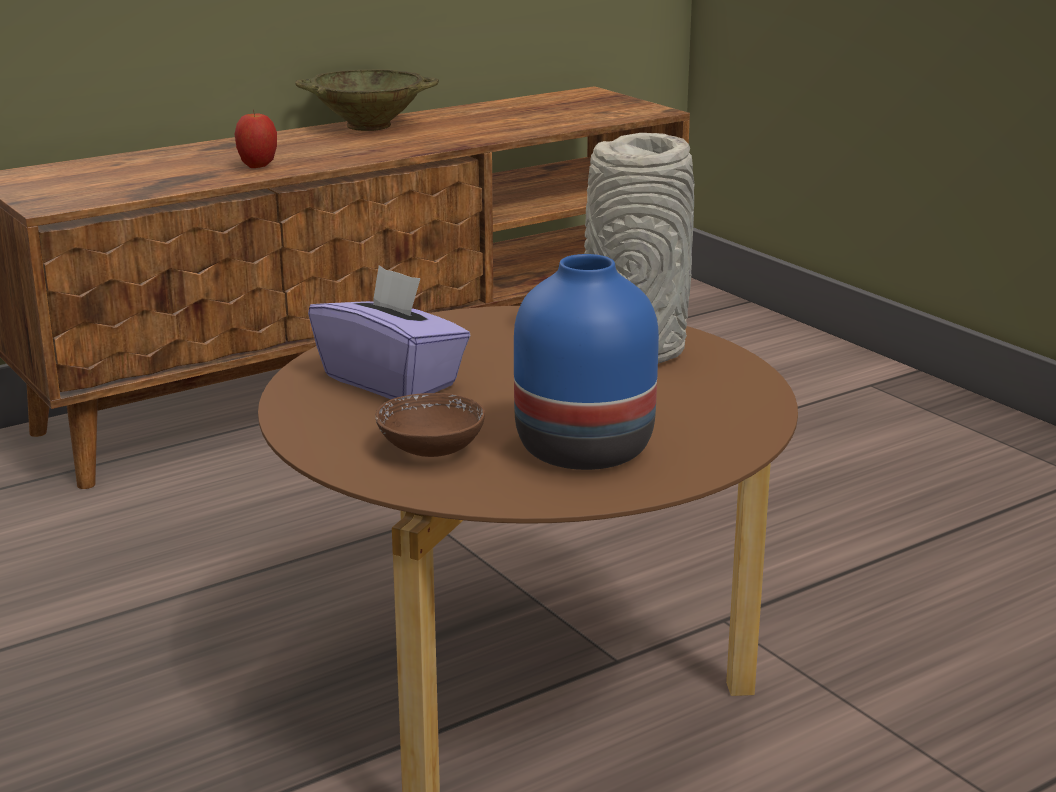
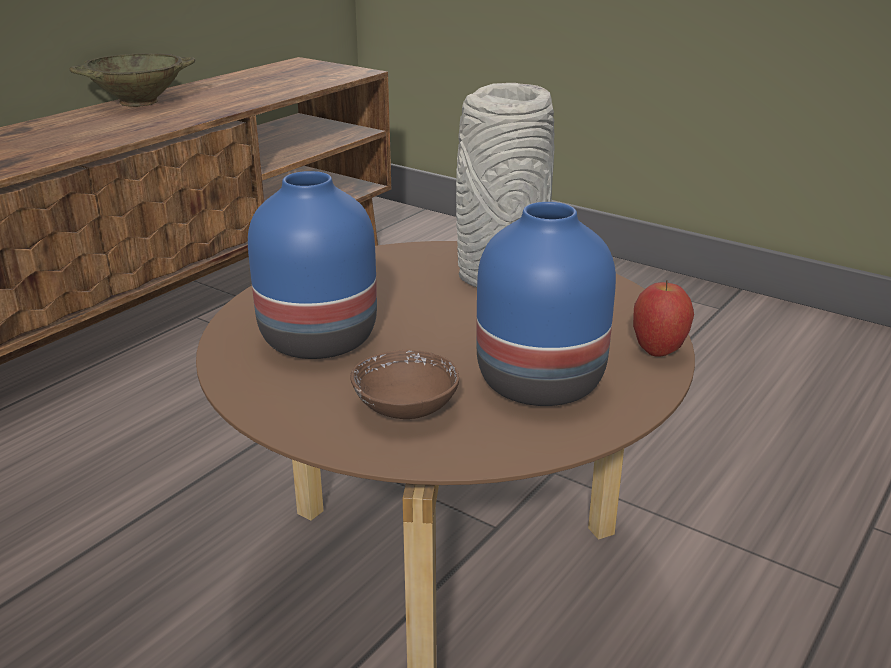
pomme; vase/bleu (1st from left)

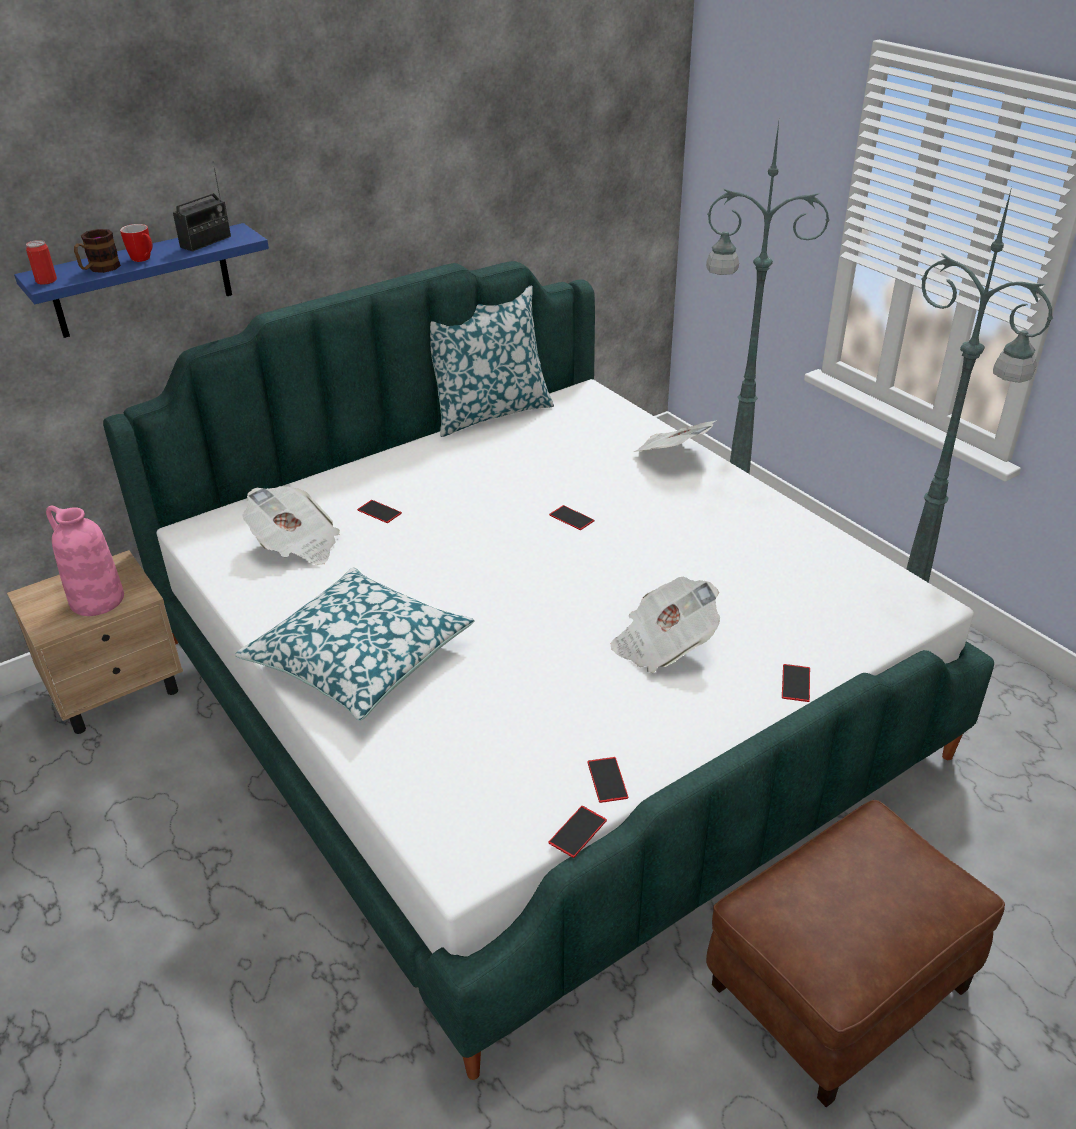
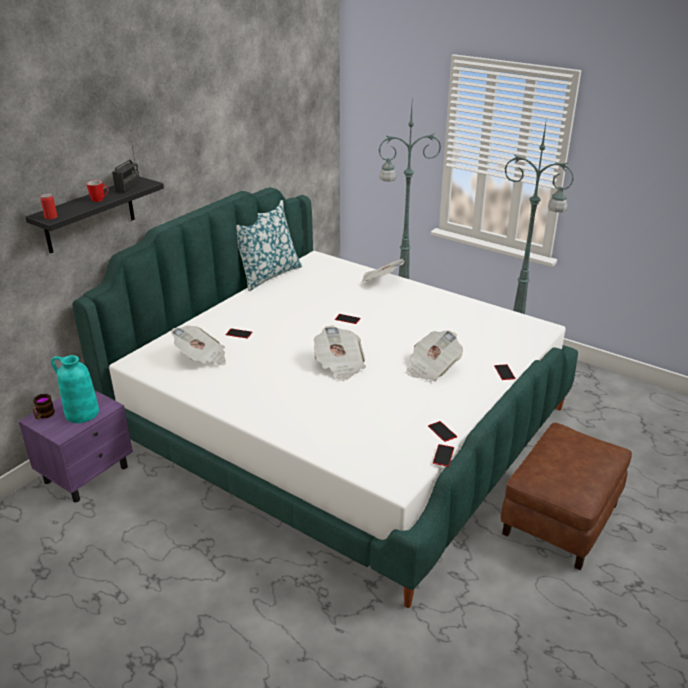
étagère/noir; mug (1st from left); vase/turquoise; table de chevet/violet; coussin (1st from left in the first image); journal (2nd from left)

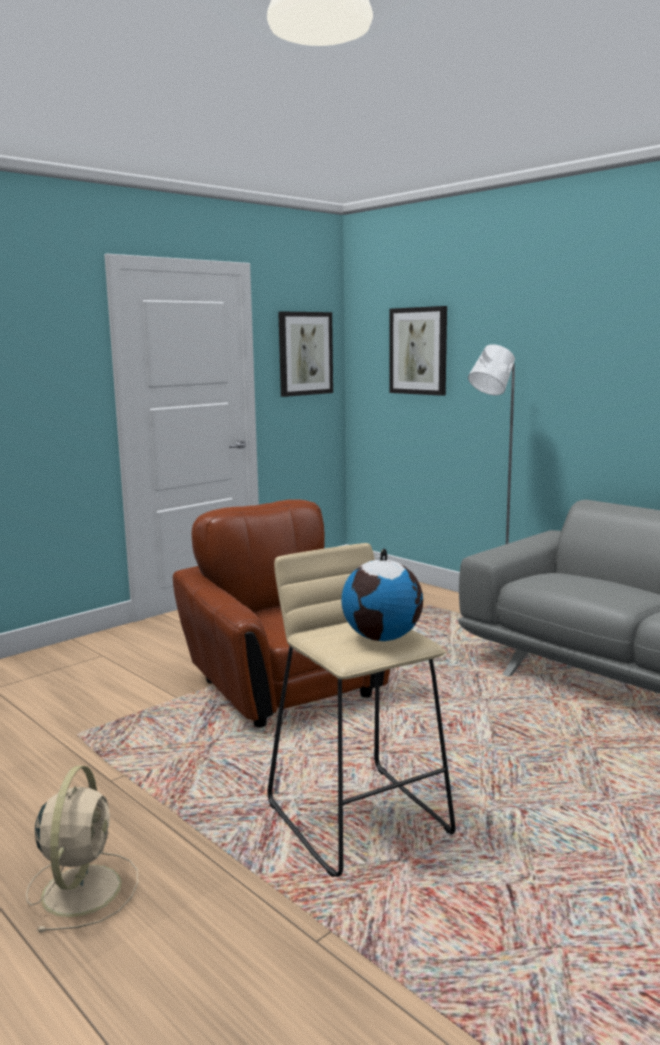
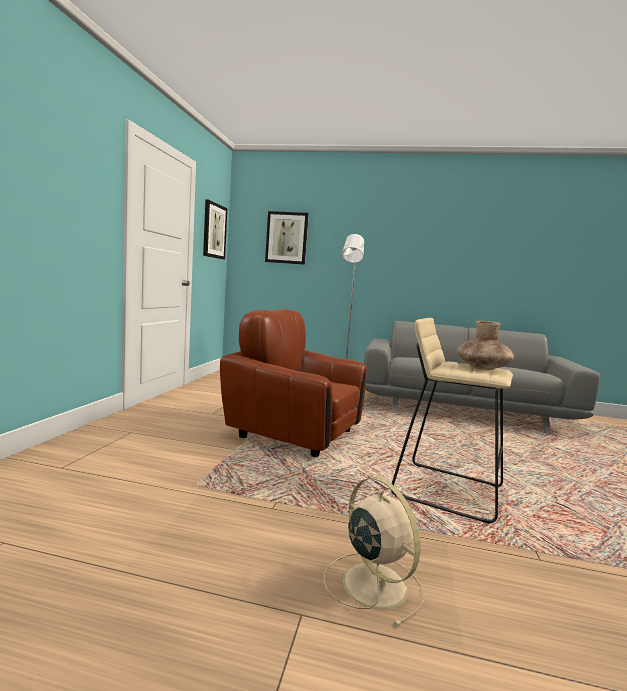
vase/marron

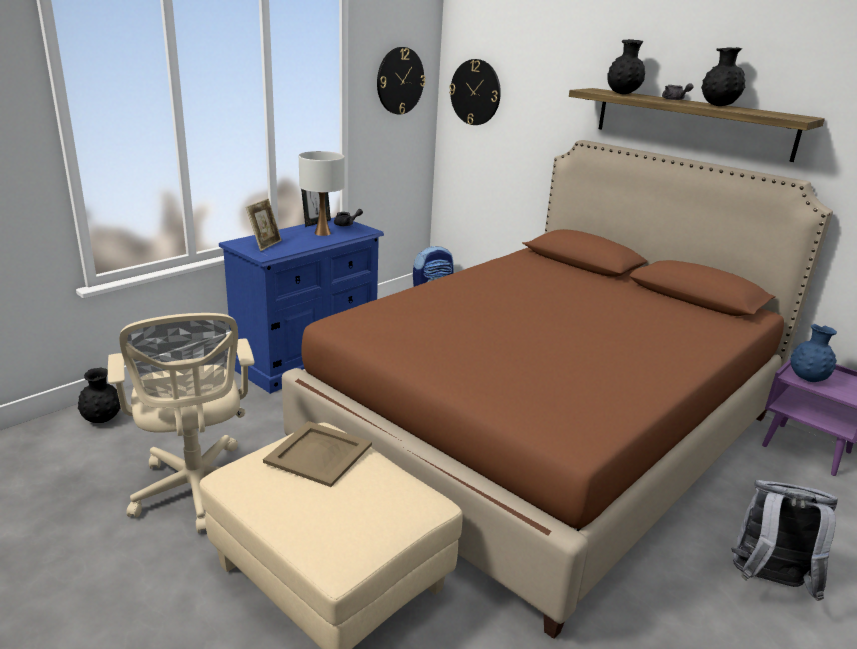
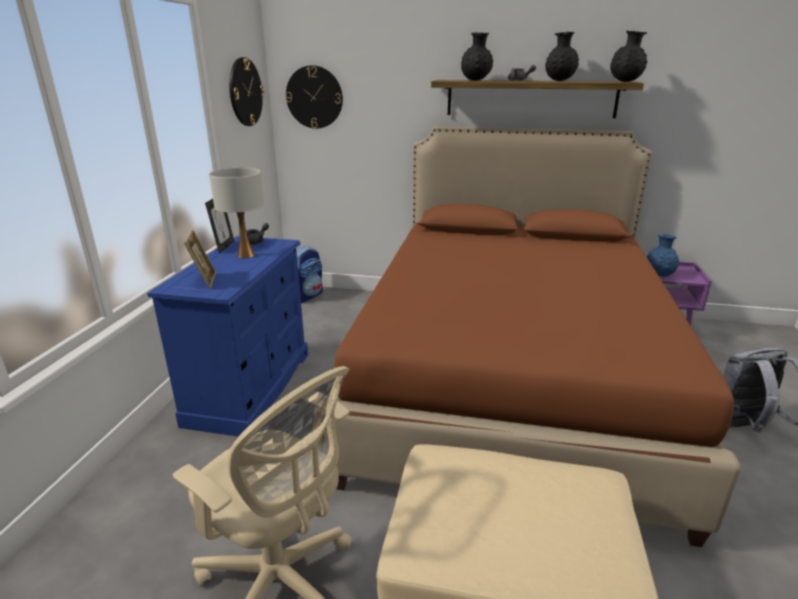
vase/noir (3rd from left); plateau/beige

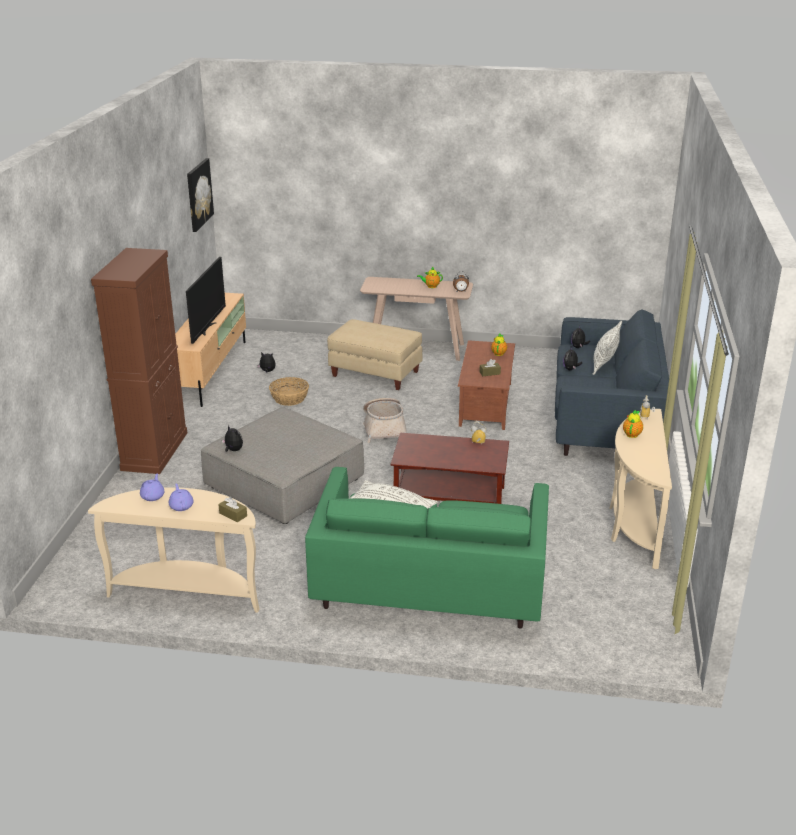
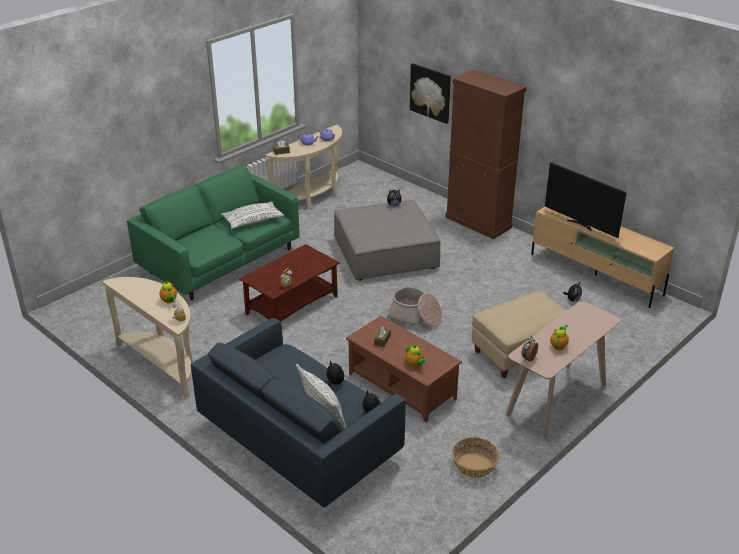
tableau; panier (2nd from left)

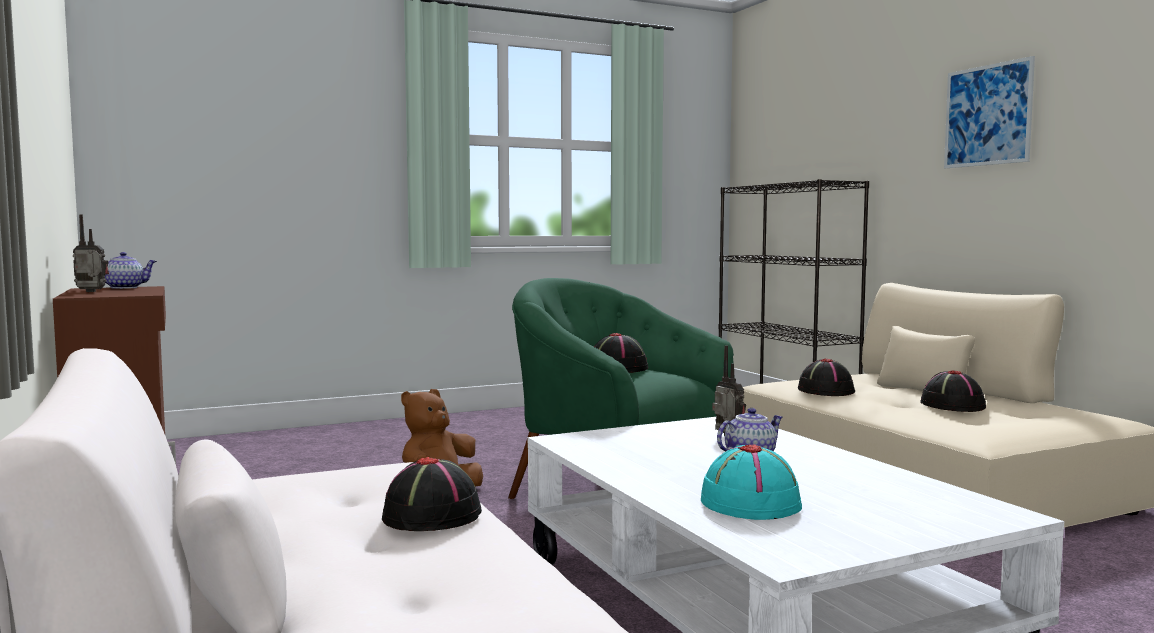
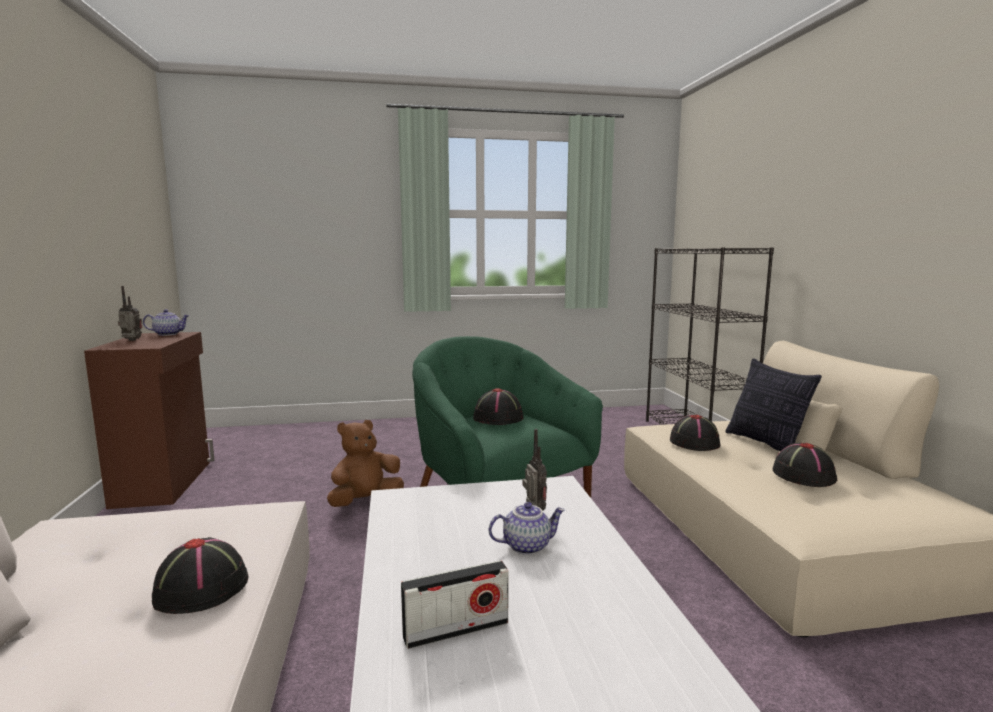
tableau; radio (2nd from left); coussin

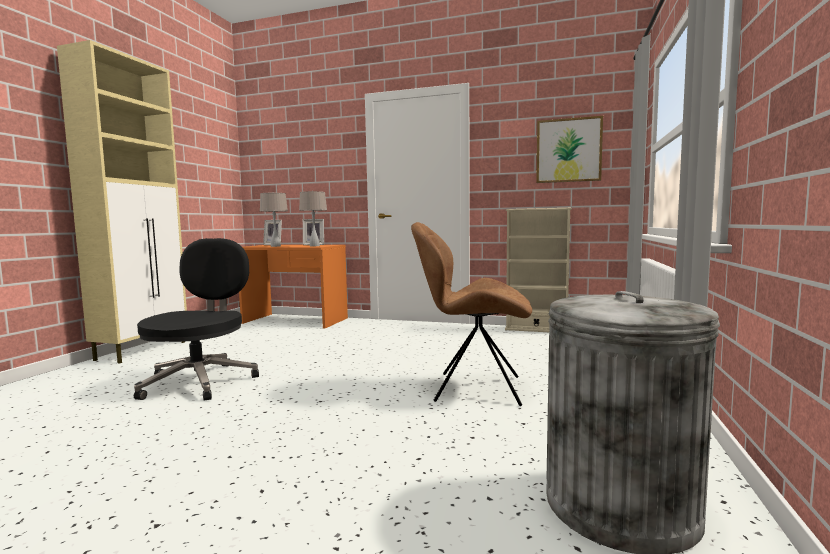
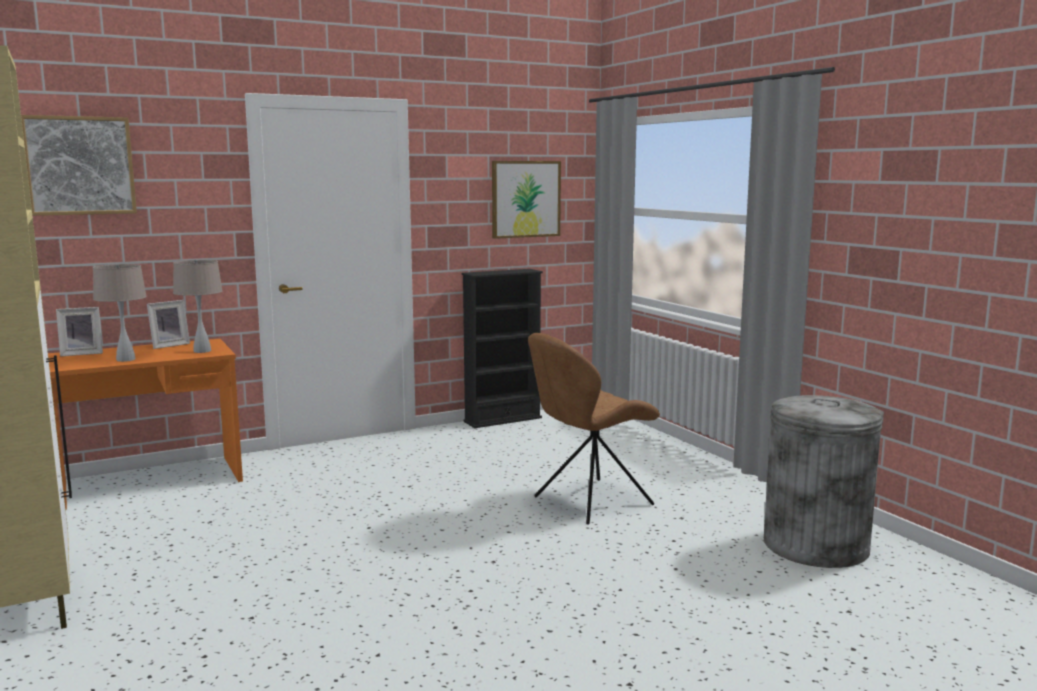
bibliothèque/noir; chaise de bureau/noir; tableau (1st from left)

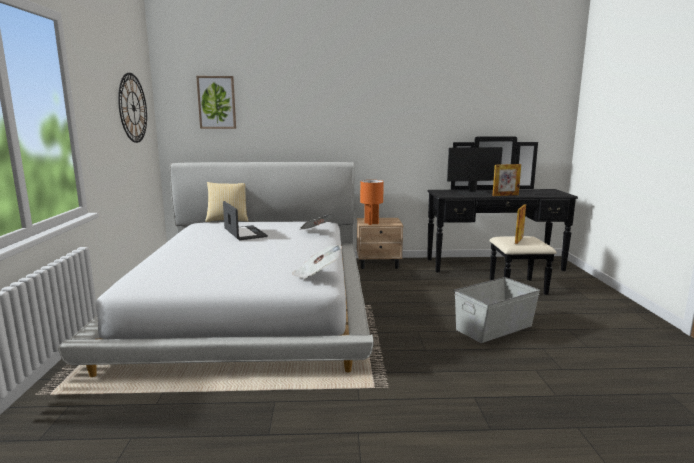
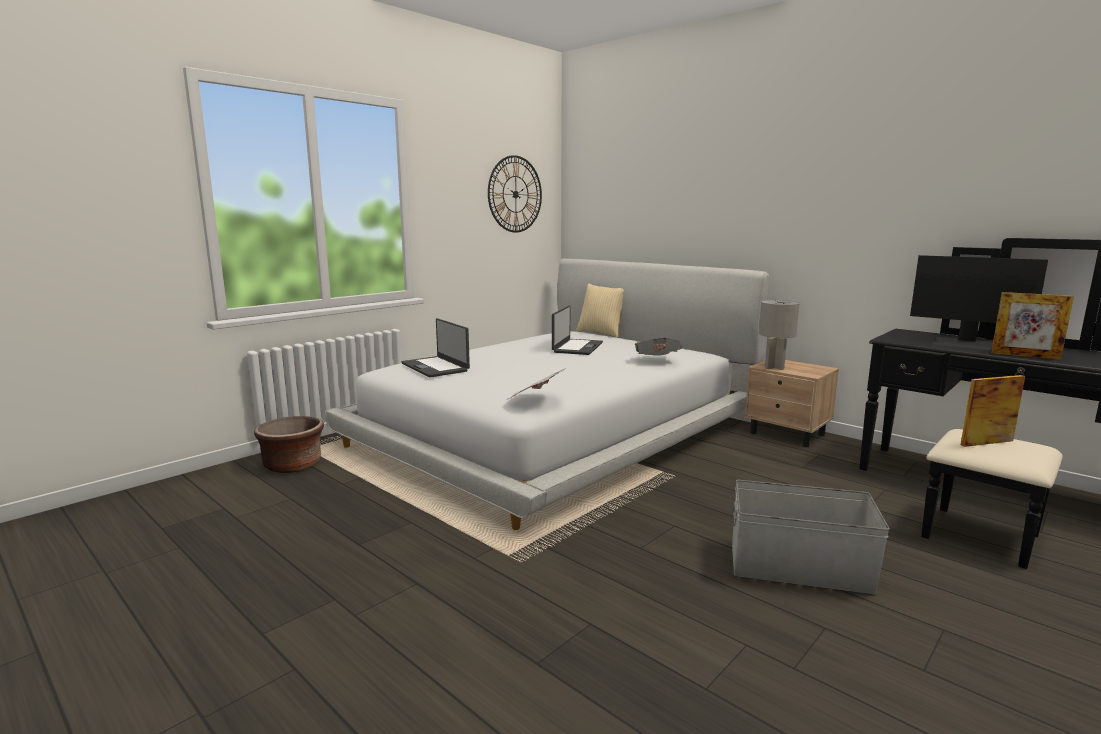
tableau; lampe de table/gris; ordinateur portable (1st from left); cache-pot/marron

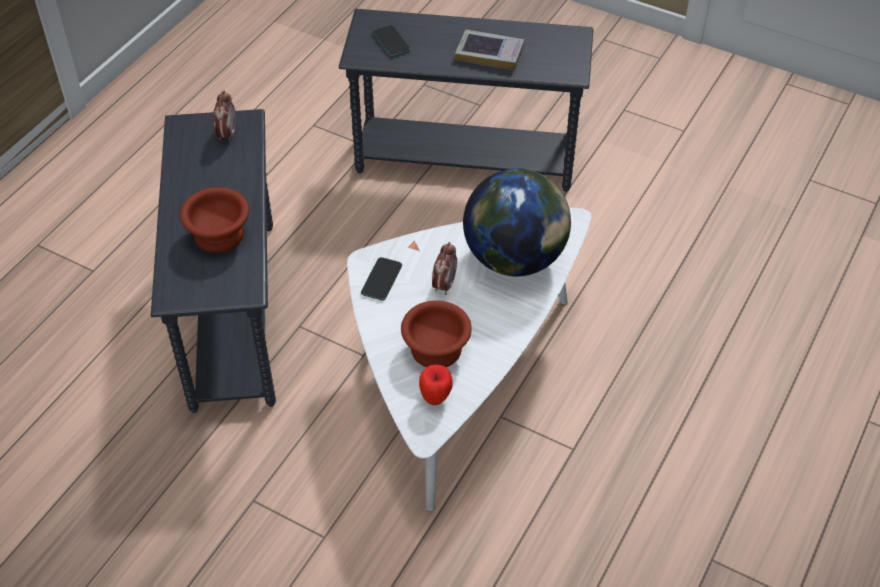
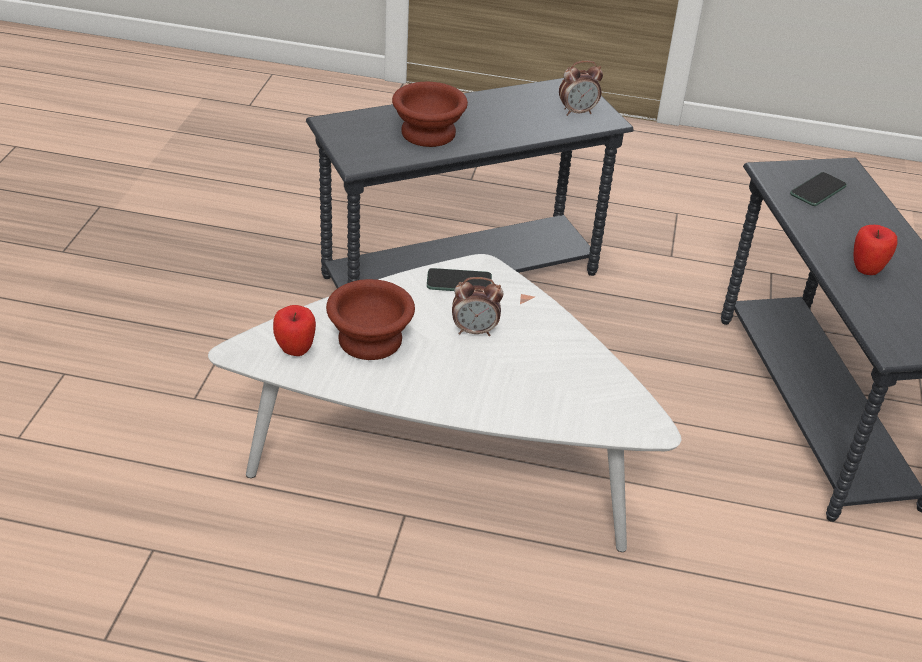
pomme (2nd from left); globe

